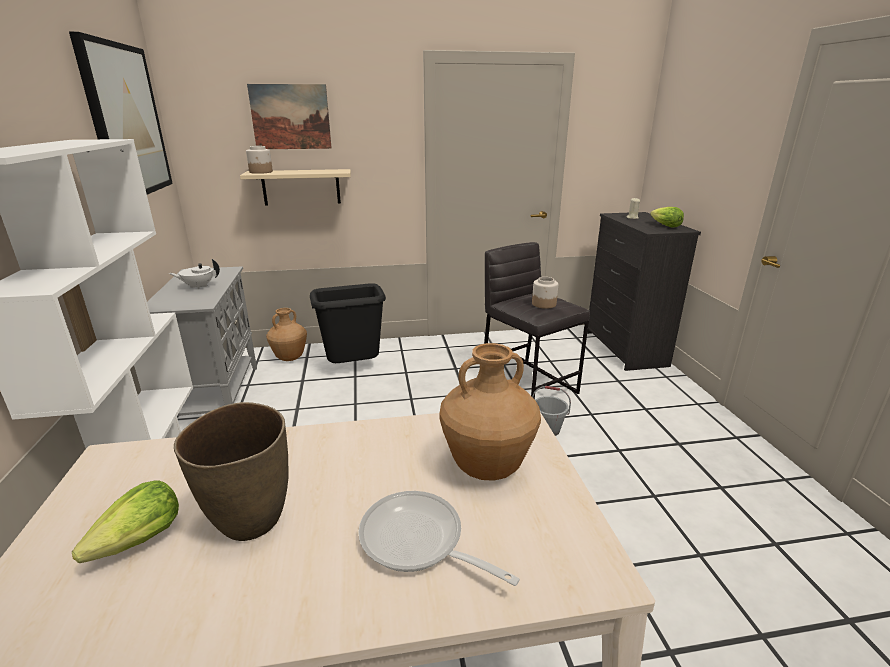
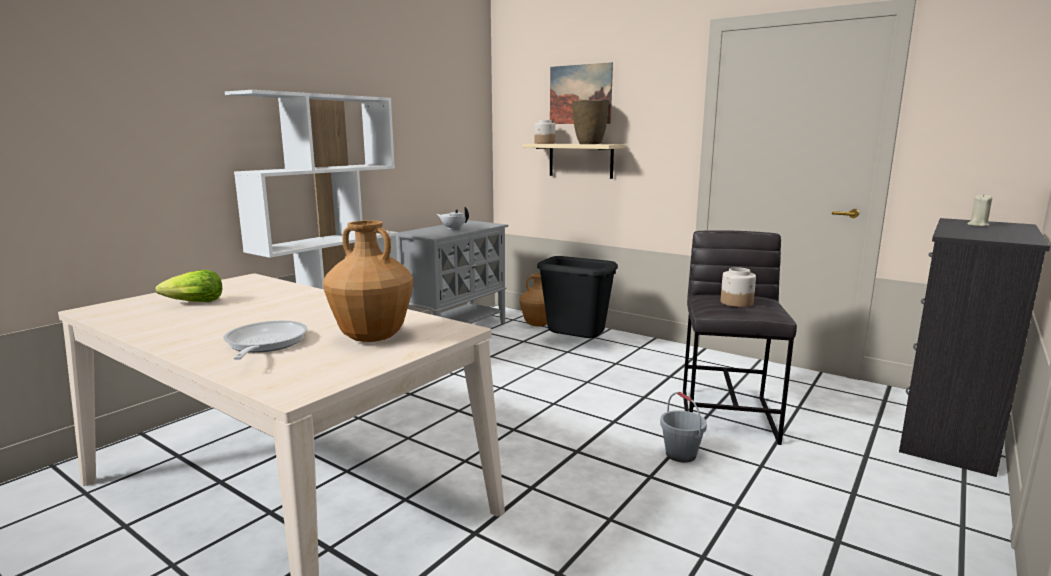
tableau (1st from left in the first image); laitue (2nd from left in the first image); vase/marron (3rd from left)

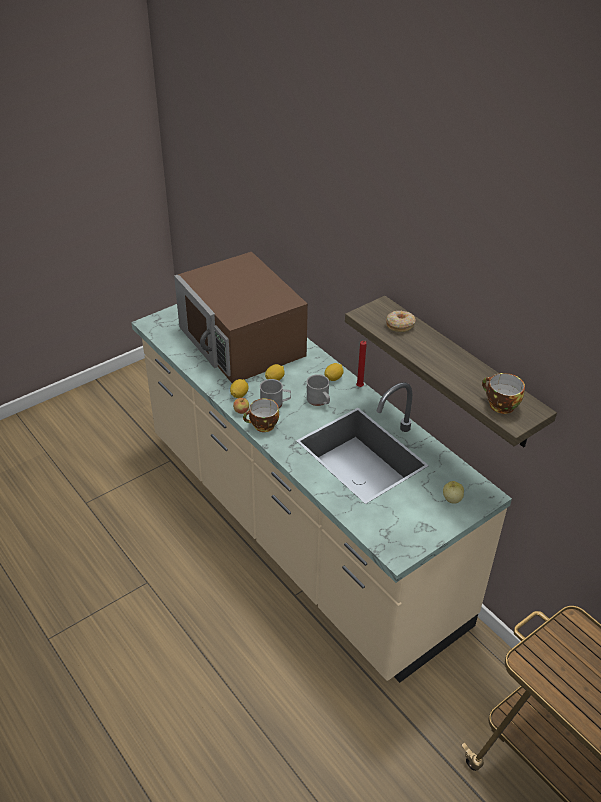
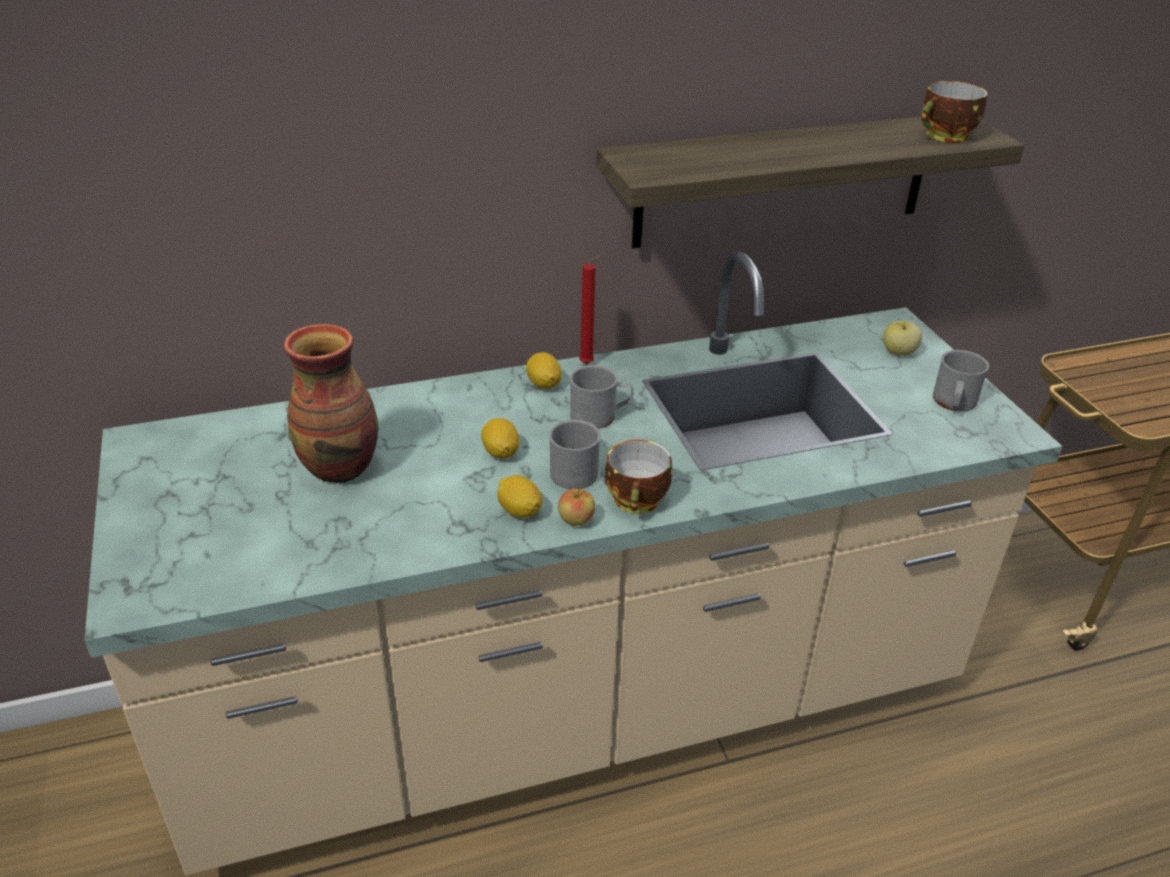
vase; beignet; mug/gris (3rd from left)

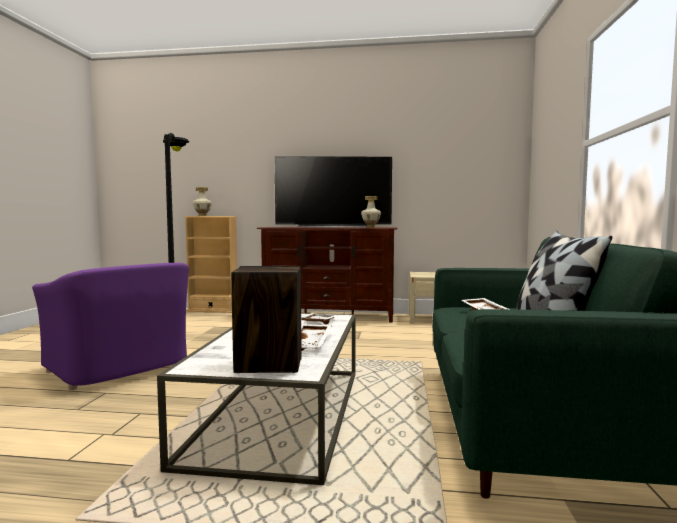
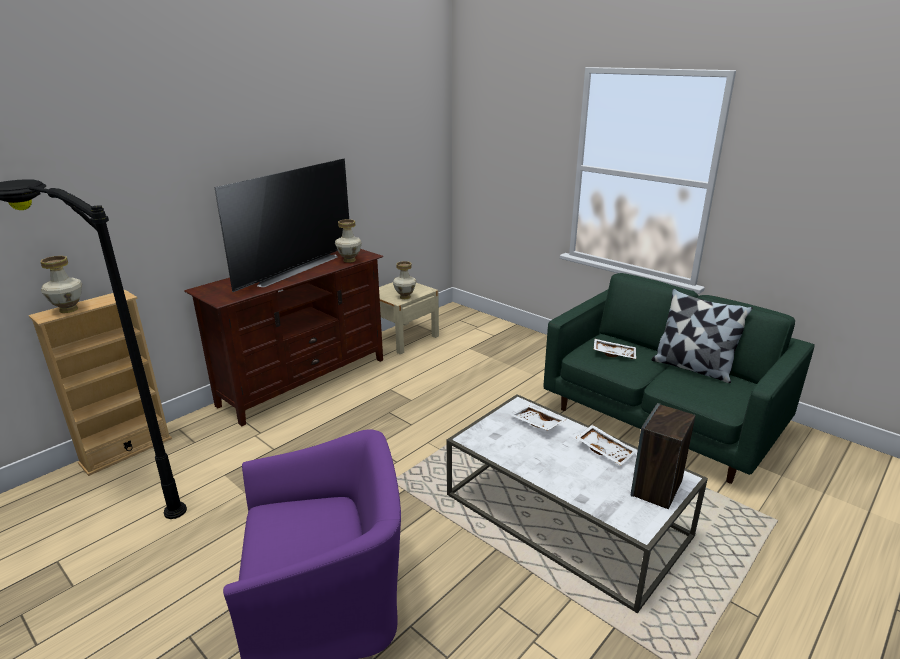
vase (3rd from left)

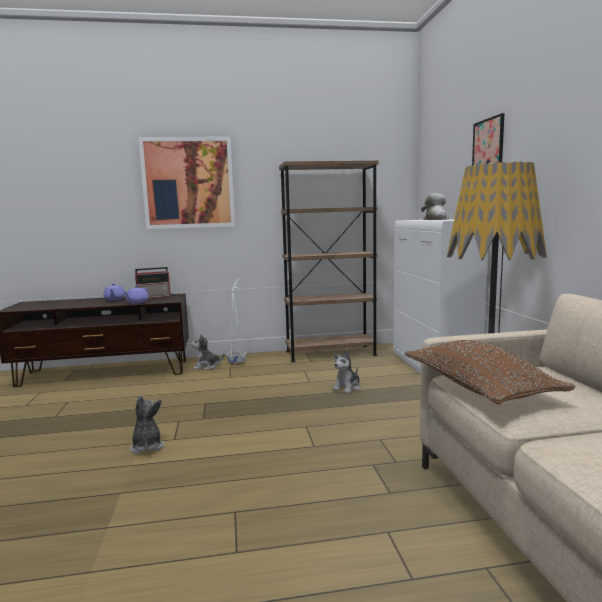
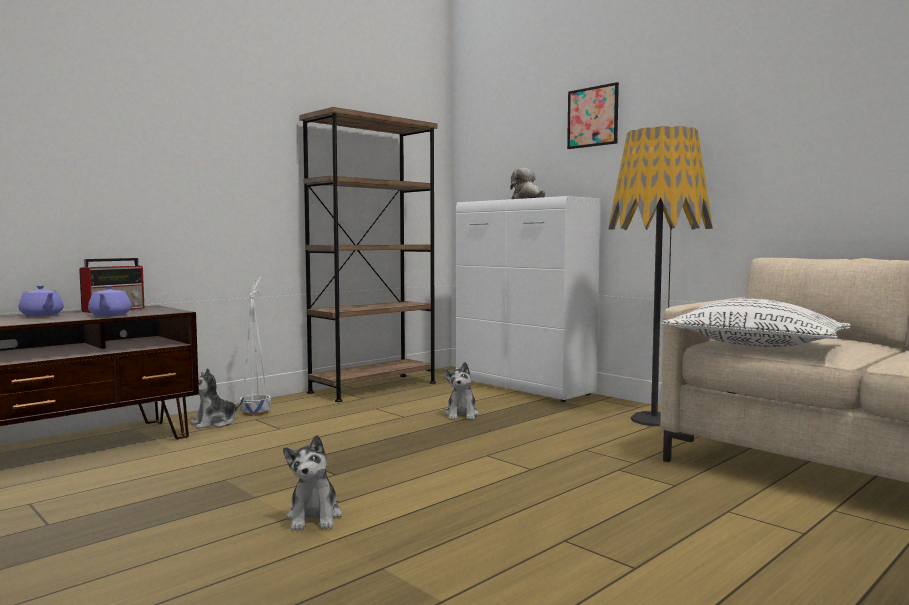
tableau (1st from left in the first image); coussin/blanc; peluche (2nd from left)

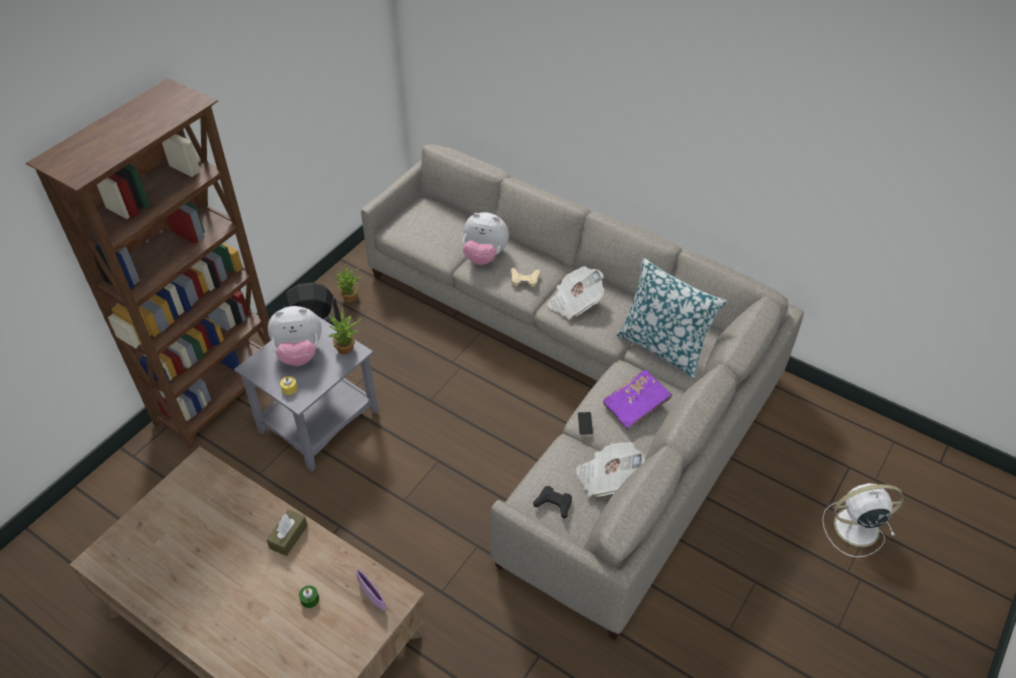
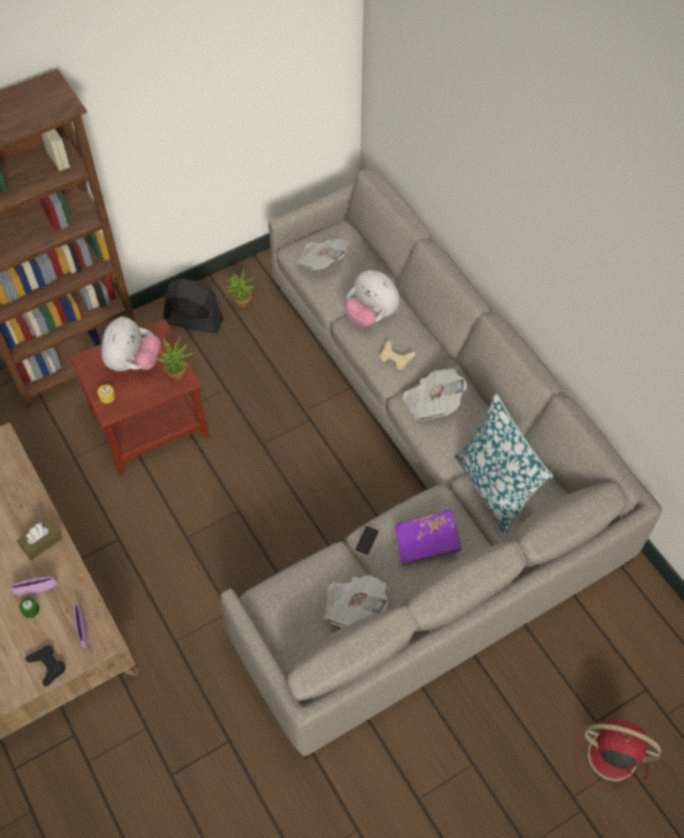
peluche (1st from left); table d'appoint/marron; ventilateur/rouge; manette/noir; journal (1st from left); bol/violet (1st from left)

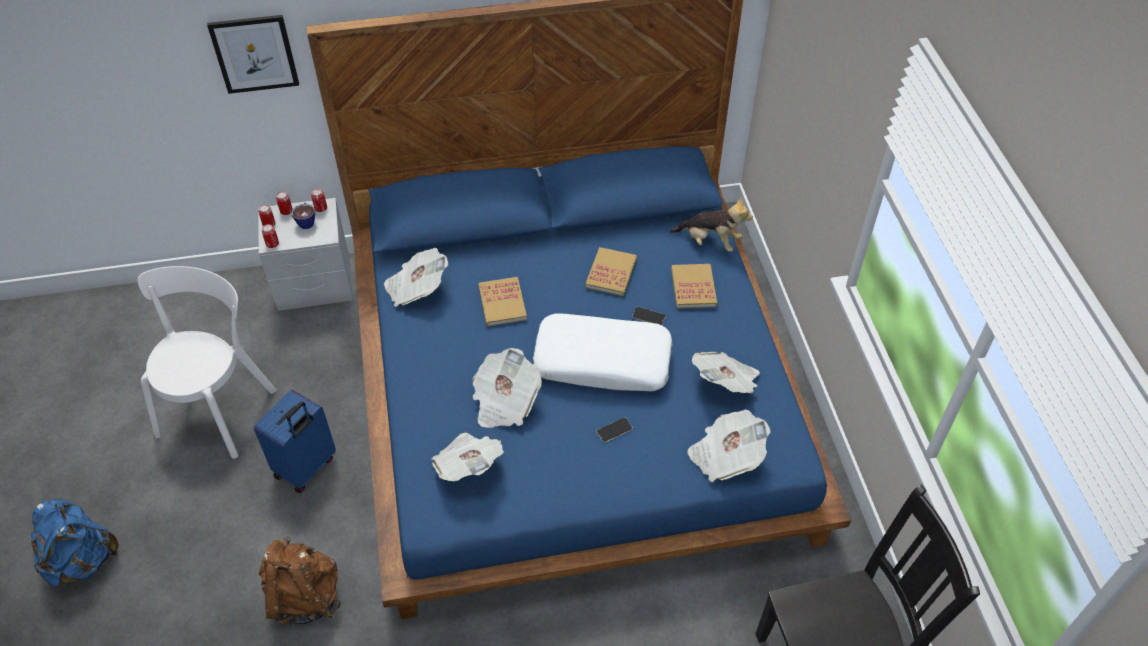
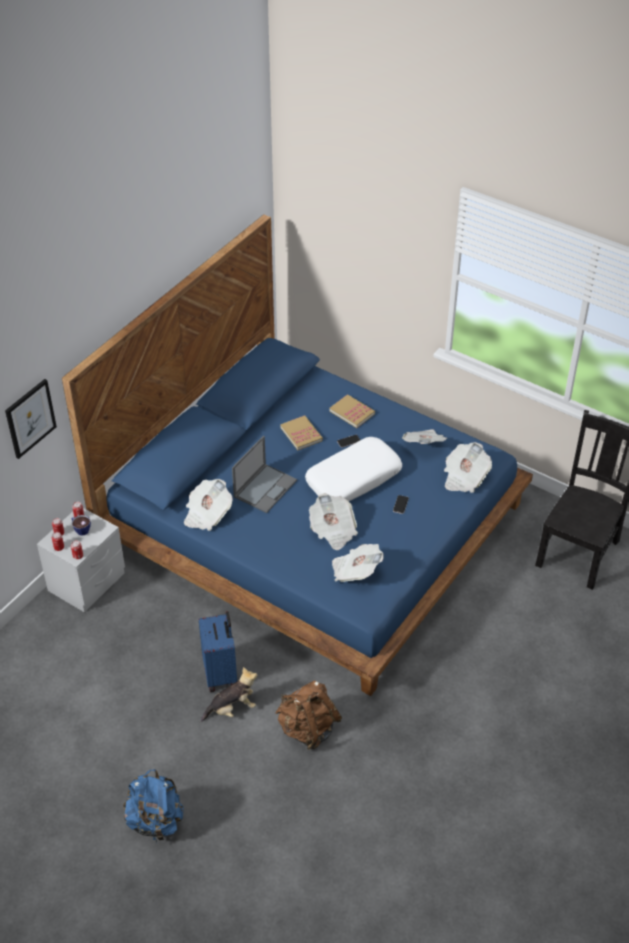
peluche; chaise/blanc; ordinateur portable

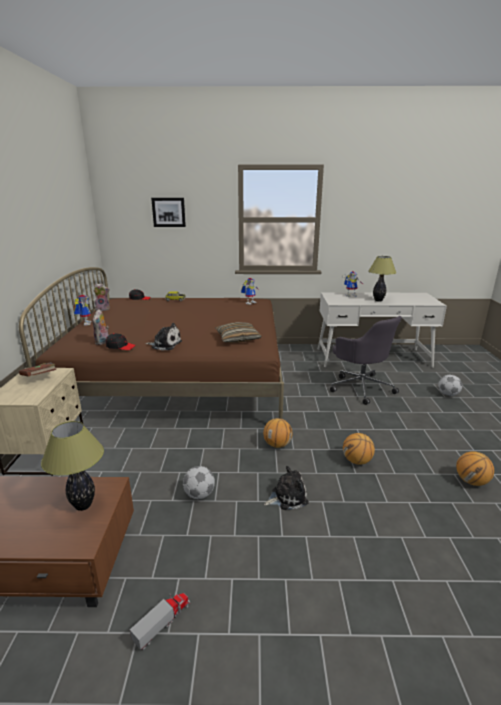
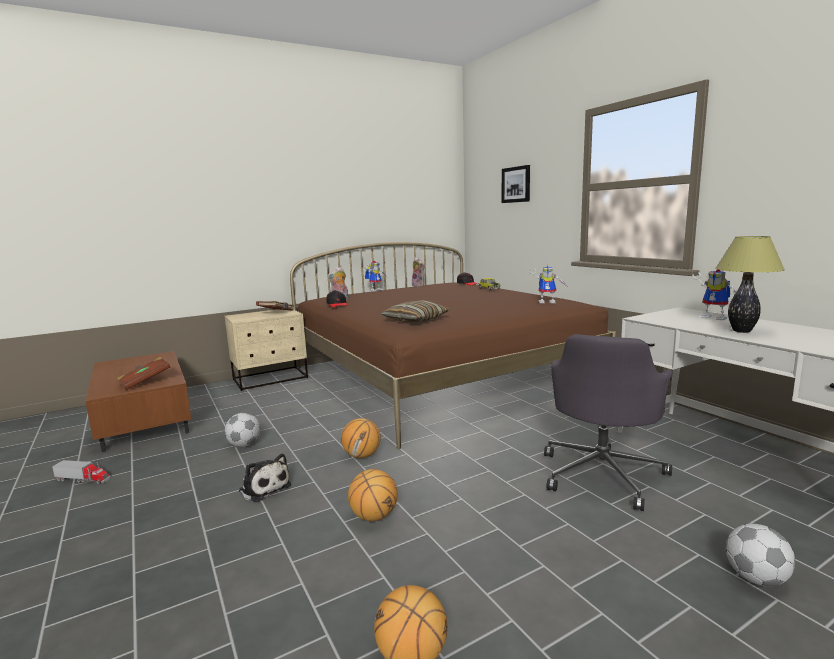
peluche (3rd from left in the first image); livre/marron (1st from left)

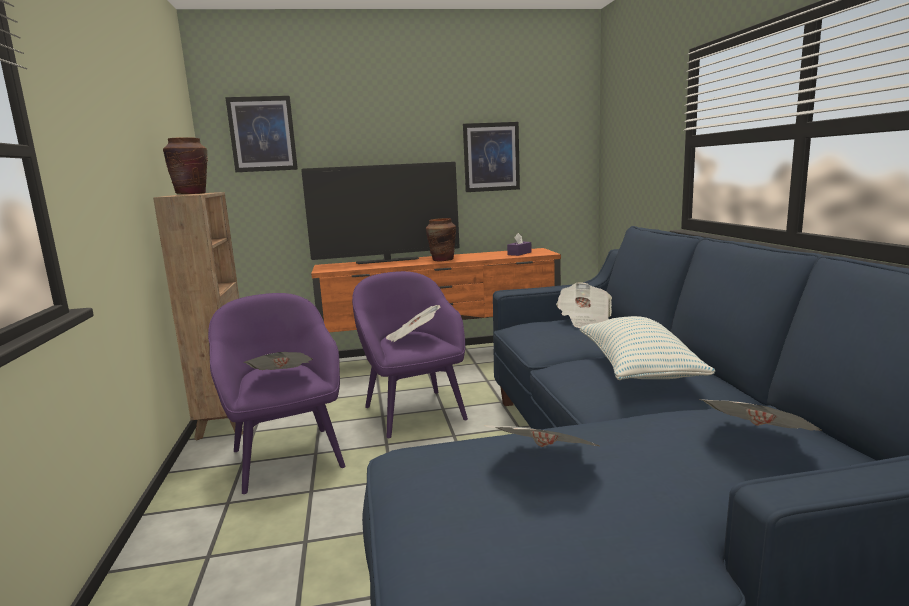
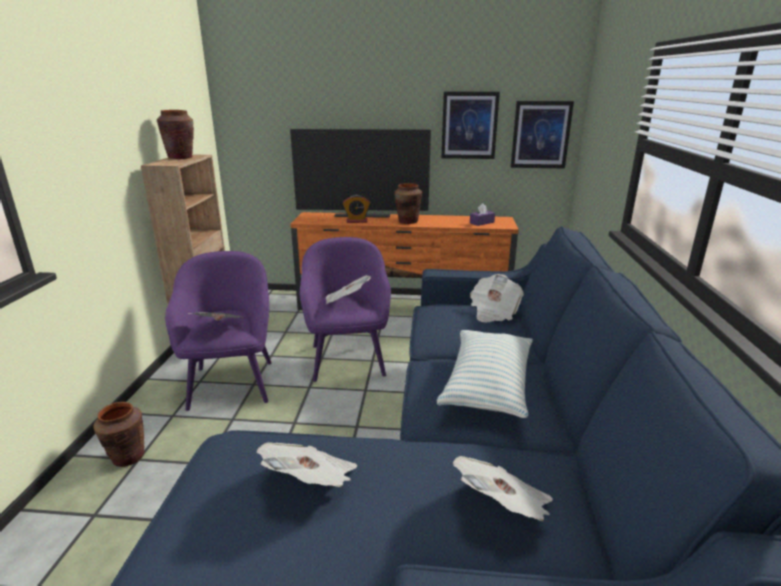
tableau (2nd from left); réveil; vase/marron (1st from left)

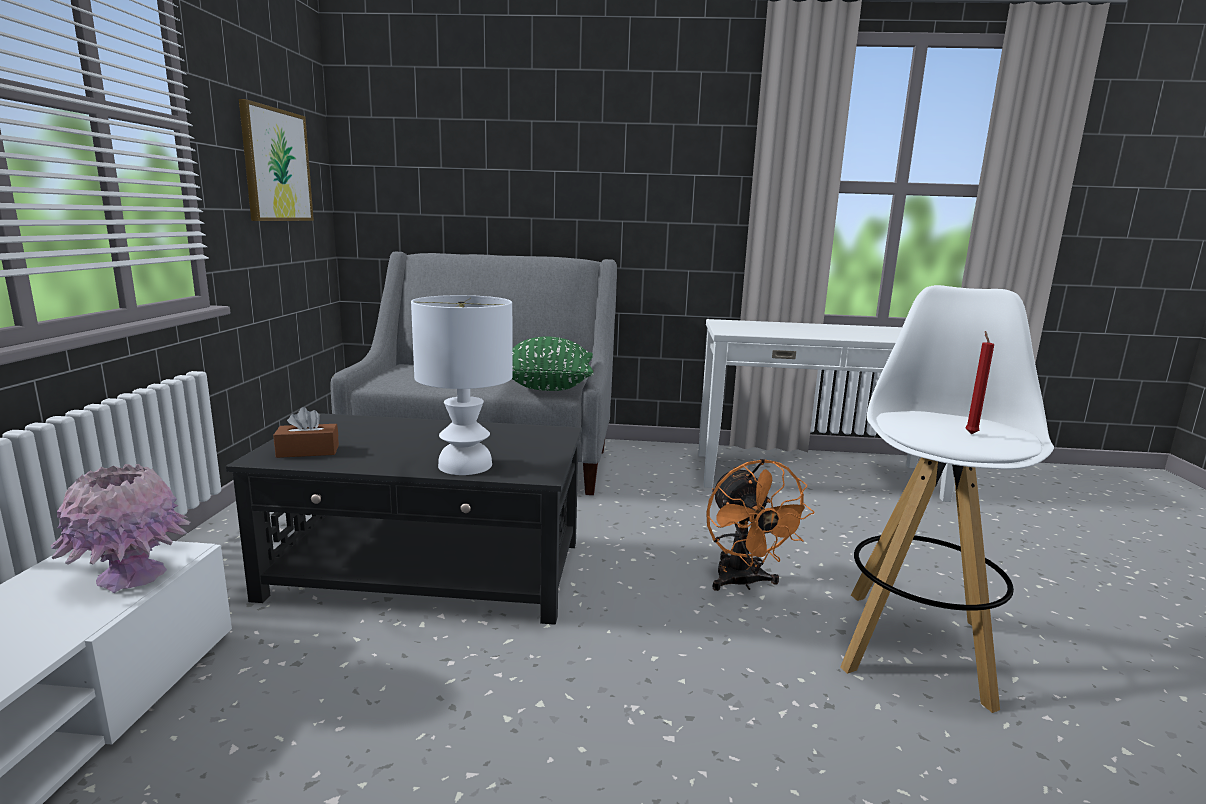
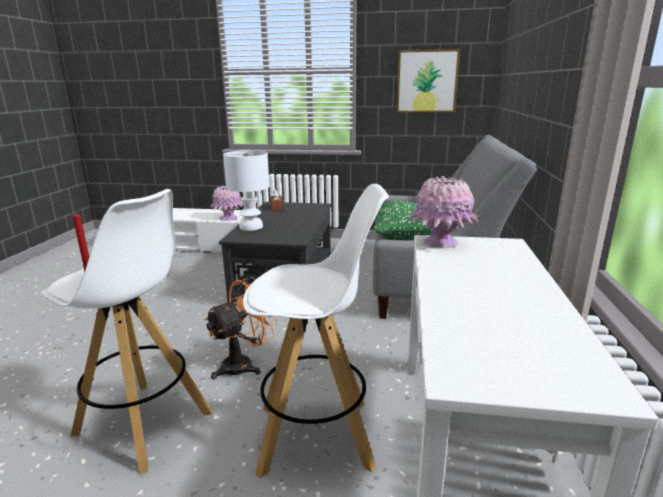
ventilateur/orange; vase/rose (2nd from left); tabouret/blanc (2nd from left)

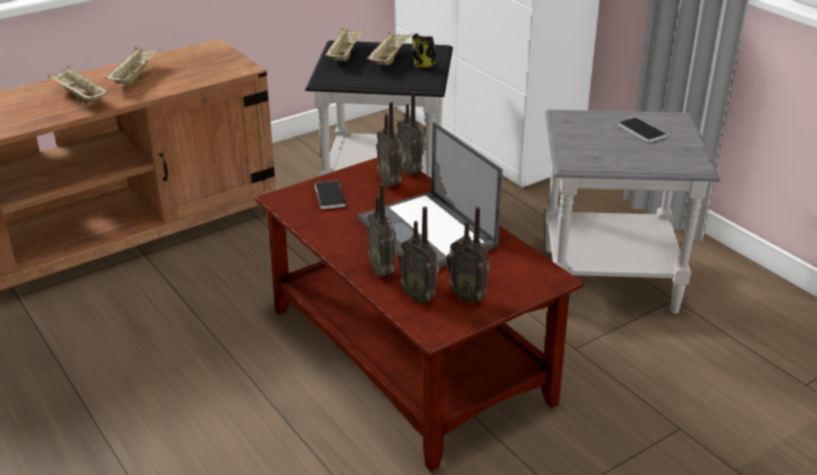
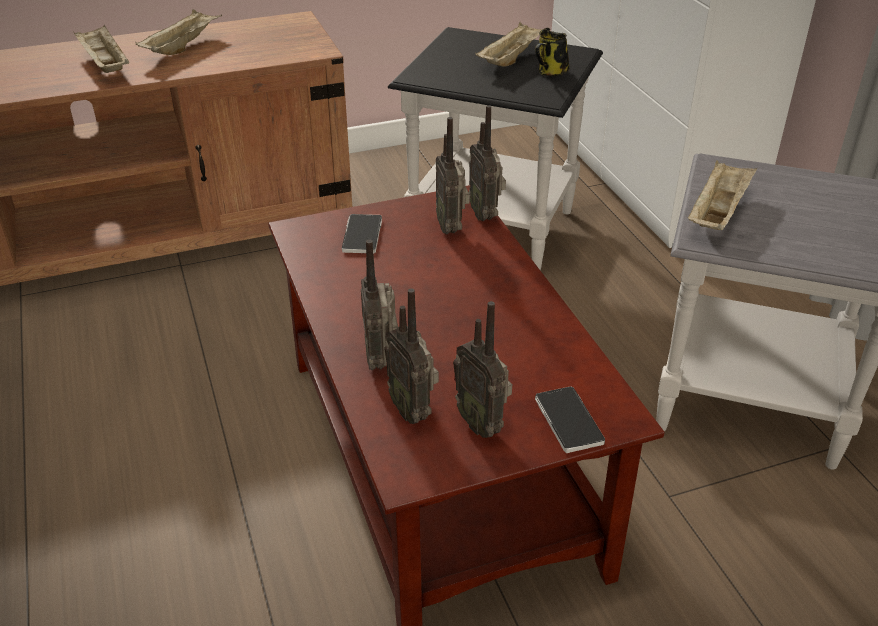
plateau/beige (4th from left); téléphone (2nd from left); ordinateur portable

